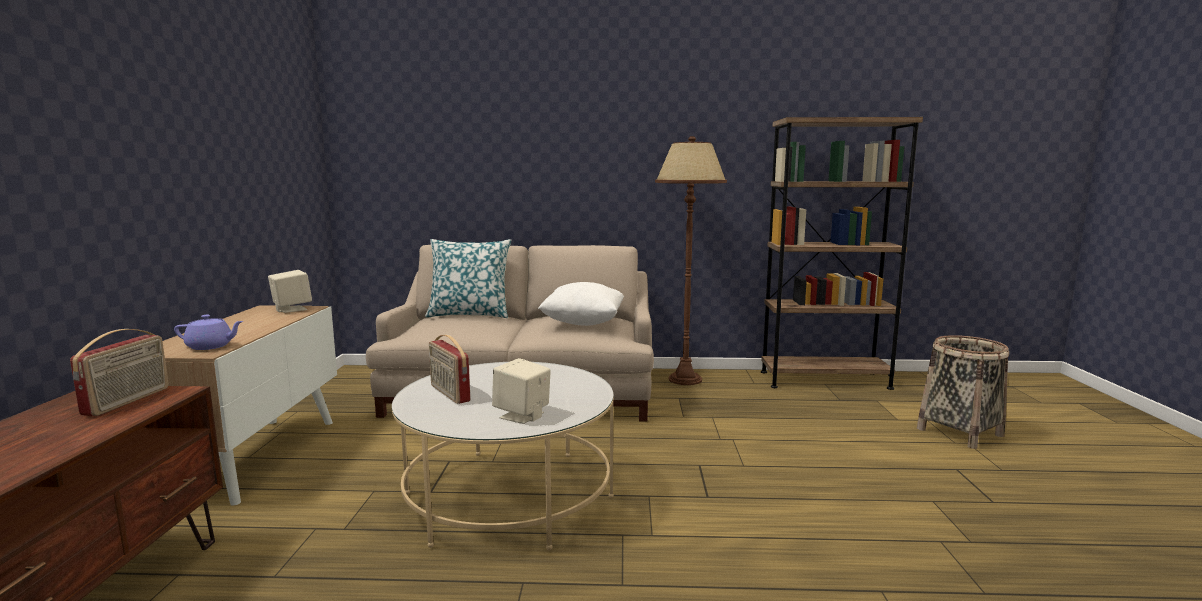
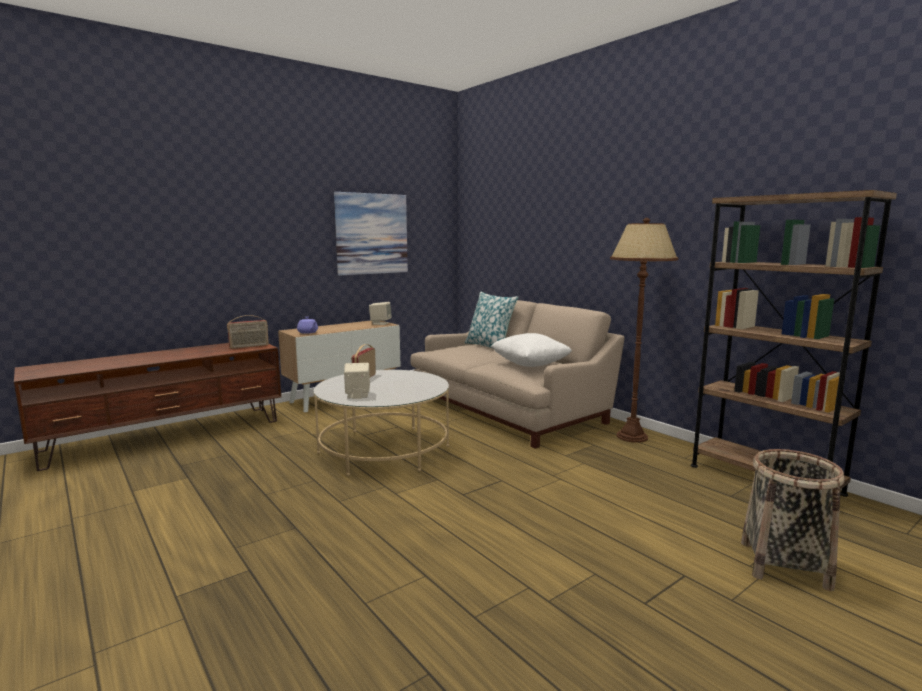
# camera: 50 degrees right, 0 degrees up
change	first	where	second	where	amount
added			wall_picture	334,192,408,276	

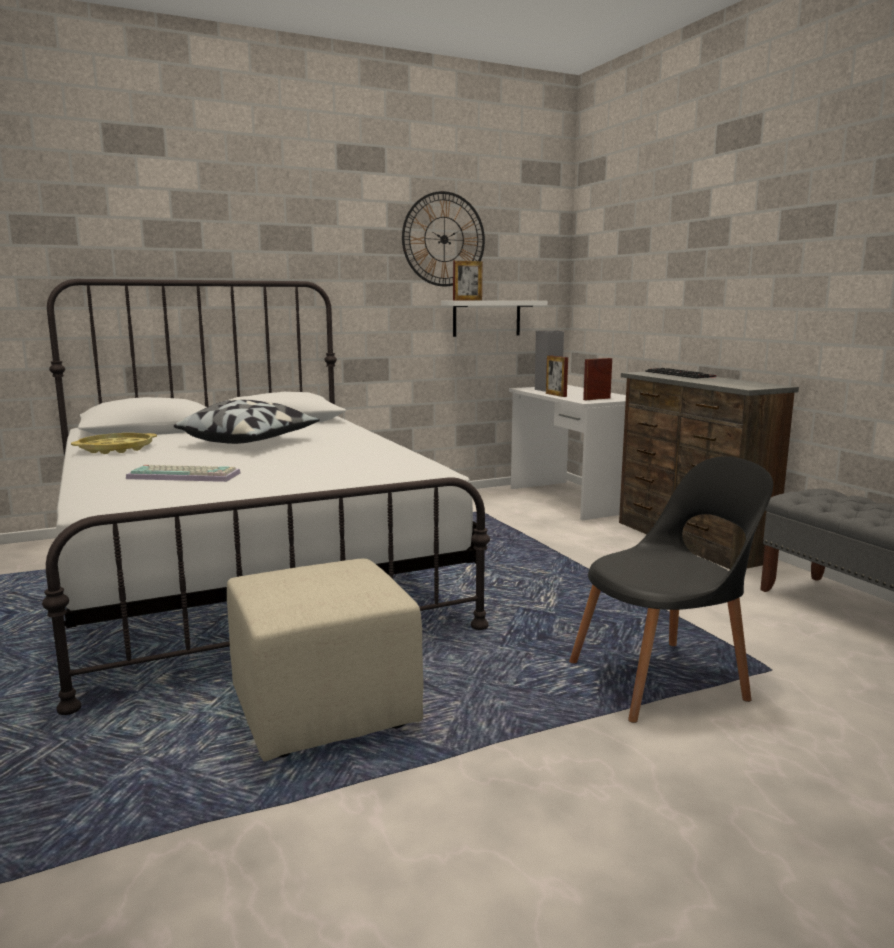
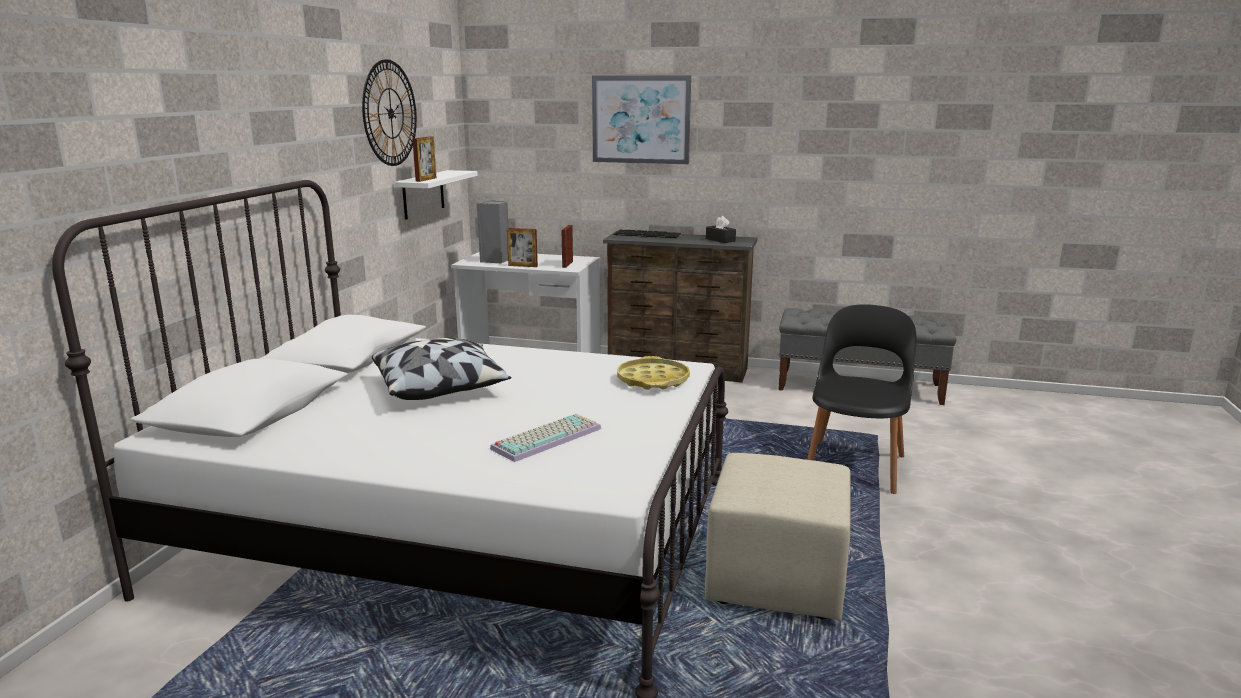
# camera: 50 degrees left, 5 degrees up
change	first	where	second	where	amount
moved	yellow_serving_tray	71,433,157,454		617,356,690,390	
added			wall_picture	592,75,691,164	
added			black_box_of_tissues	706,216,736,243	

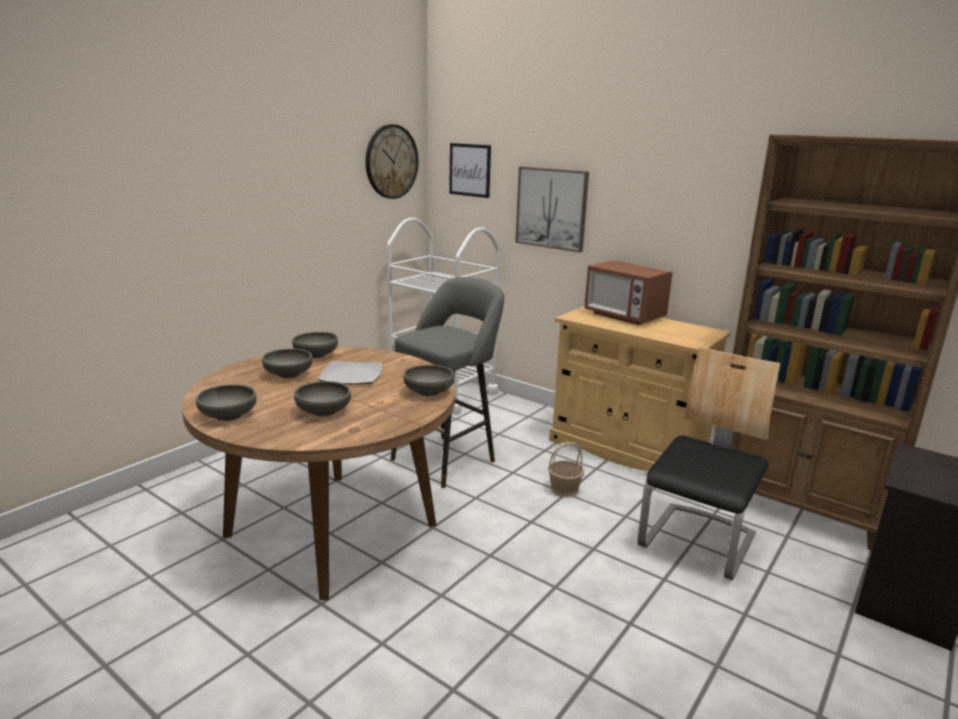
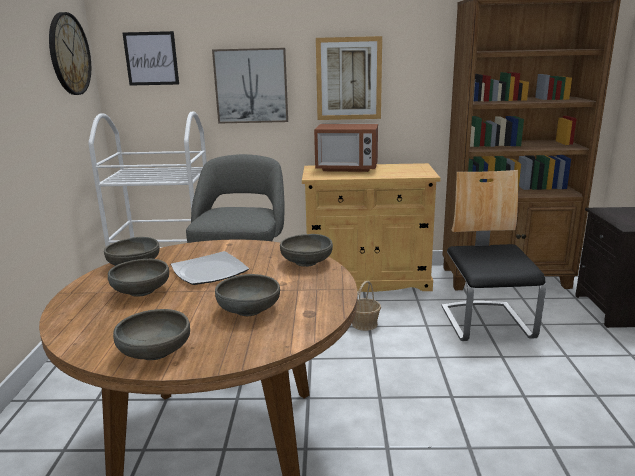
# camera: 35 degrees left, 0 degrees up
change	first	where	second	where	amount
added			wall_picture	316,36,382,120	

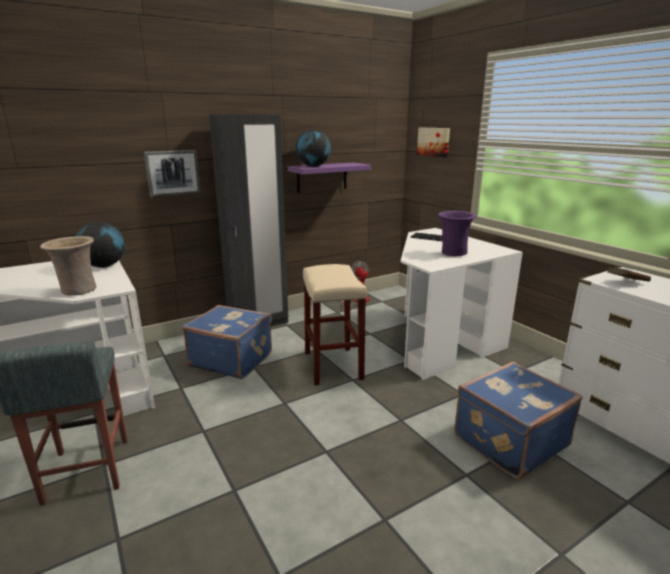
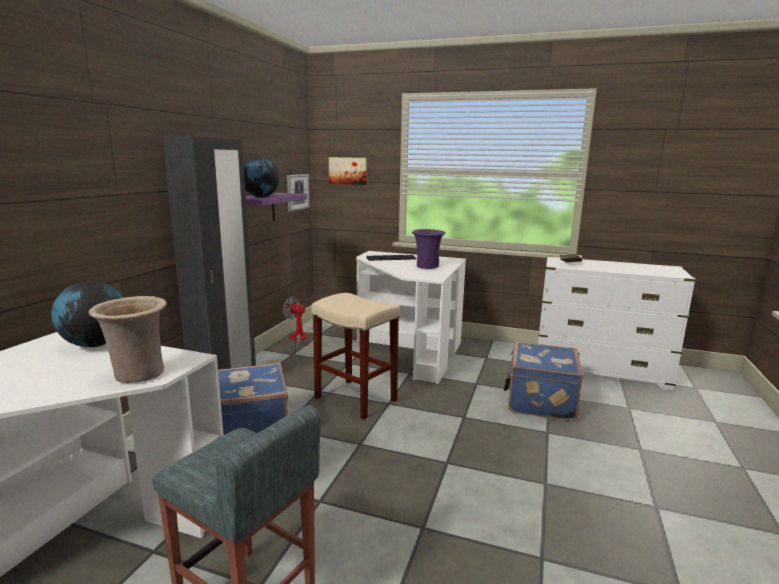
# camera: 40 degrees left, 5 degrees down
change	first	where	second	where	amount
moved	wall_picture	144,150,201,197		287,174,310,212	

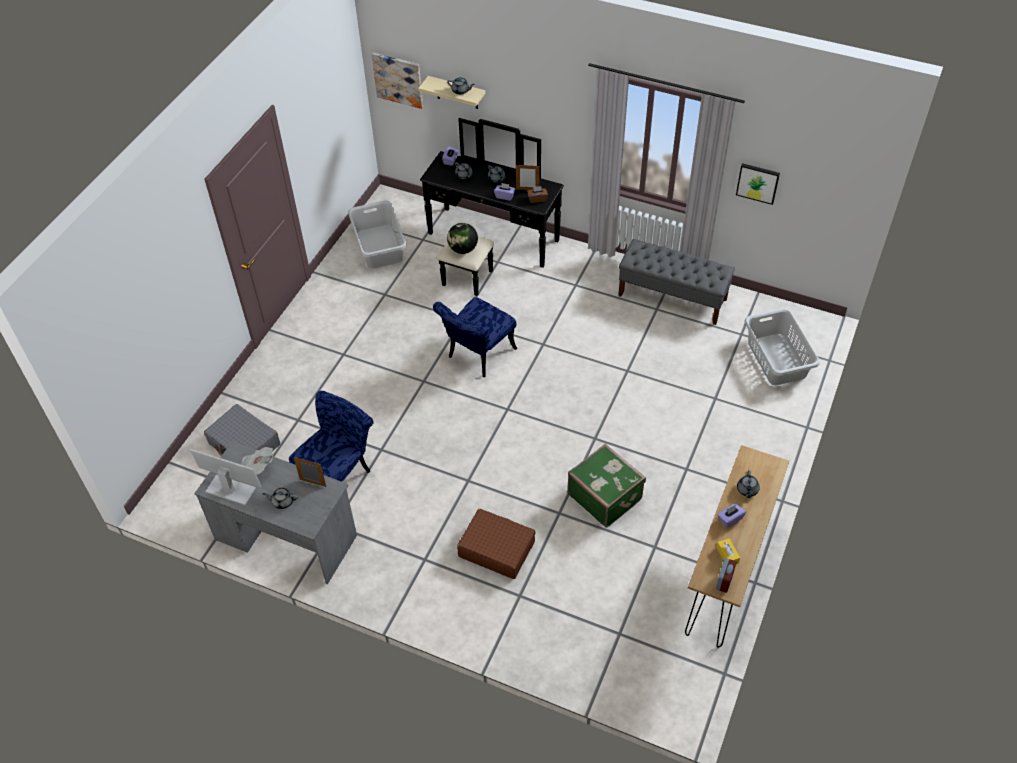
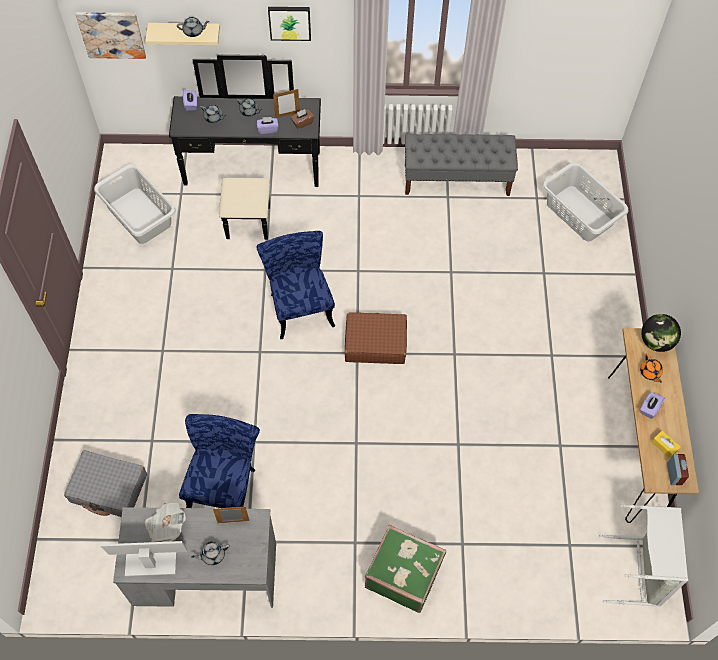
# camera: 25 degrees left, 10 degrees up
change	first	where	second	where	amount
turned	blue_chair	433,297,517,377		256,231,335,339	150 degrees clockwise
moved	globe	447,223,478,254		641,314,681,352	
moved	brownish_travel_case	457,509,536,579		345,312,407,364	
moved	green_travel_case	567,444,646,528		365,525,446,613	
moved	wall_picture	736,163,780,205		268,7,311,41	
recoloured	greyish_pot_for_tea	737,470,760,498	orange_pot_for_tea	640,353,663,383	
added			greyish_laundry_basket	599,505,688,606	

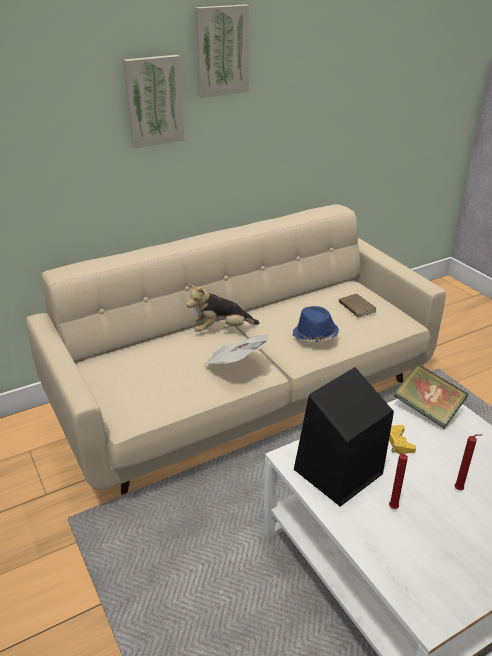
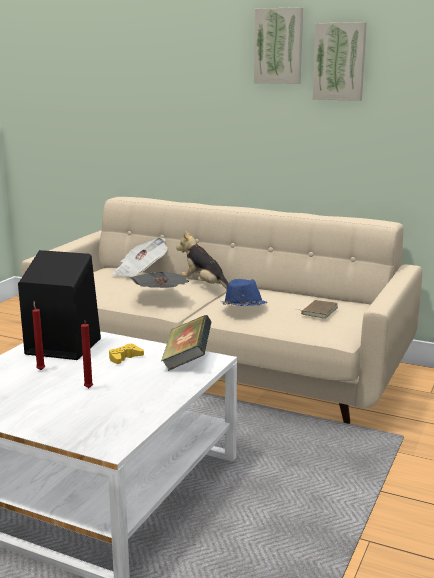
# camera: 55 degrees right, 15 degrees down
change	first	where	second	where	amount
moved	wall_picture	123,55,185,148		313,22,367,101	
added			printed_paper	112,238,167,277	

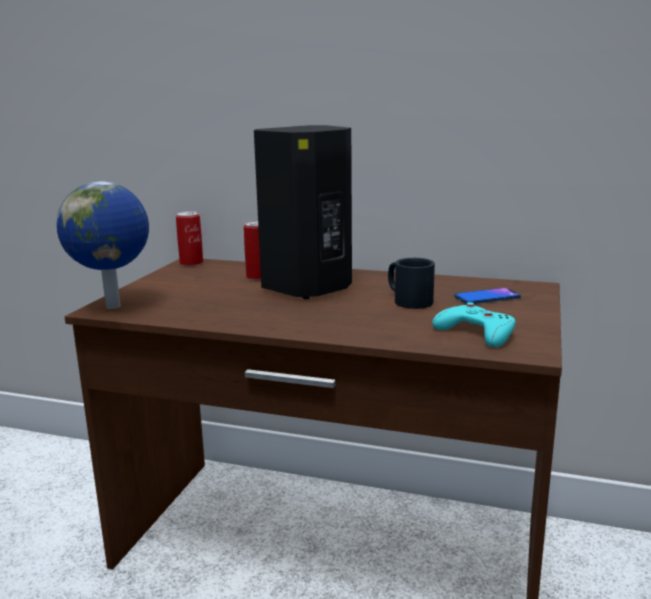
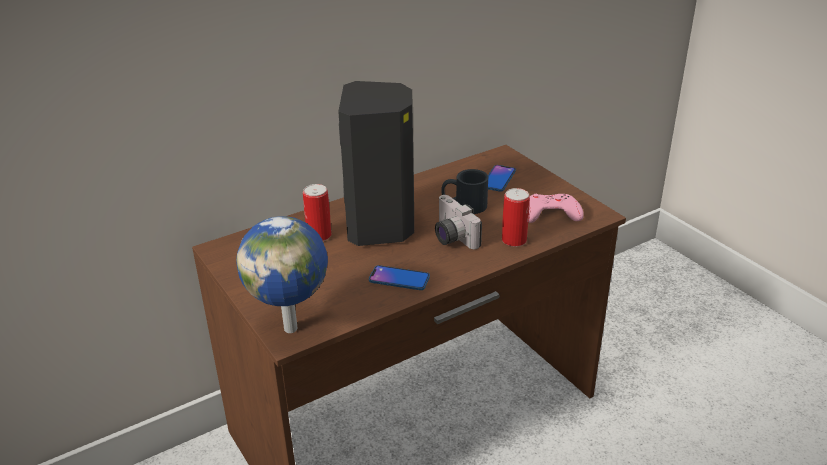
# camera: 50 degrees left, 15 degrees up
change	first	where	second	where	amount
moved	can	176,211,203,266		502,188,530,247	
recoloured	turquoise-coloured_gamepad	432,302,516,347	pink_gamepad	528,194,584,223	
added			handset	369,265,430,290	
added			still_camera	435,195,482,249	

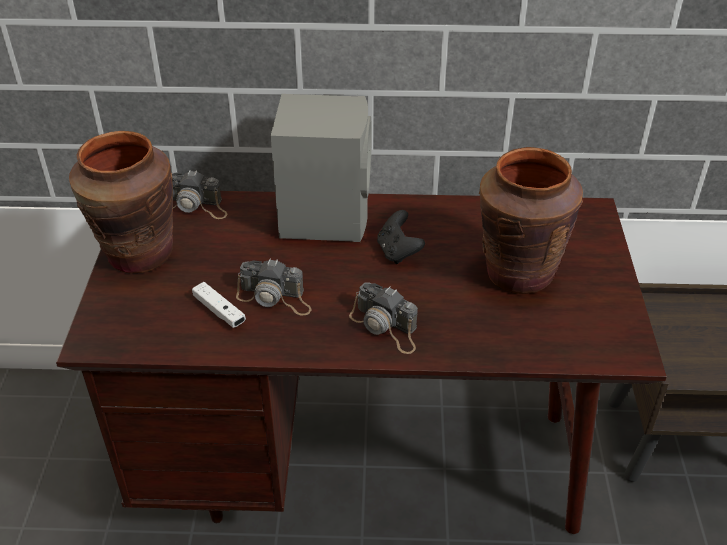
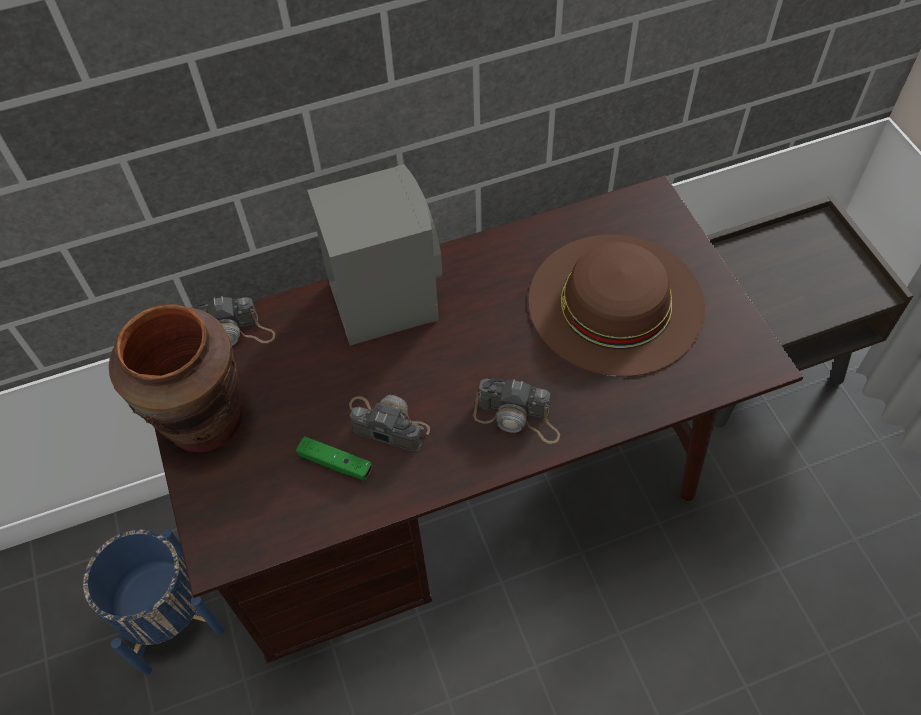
# camera: 20 degrees left, 15 degrees up
change	first	where	second	where	amount
recoloured	white_gamepad	192,282,246,328	green_gamepad	296,436,372,481	
turned	still_camera	236,259,312,316		349,395,430,452	150 degrees counterclockwise
removed	black_gamepad	377,210,425,264			
replaced	brownish_vase	479,147,583,294	brownish_hat	529,235,705,377	
added			blue_plant_pot	83,528,225,675	

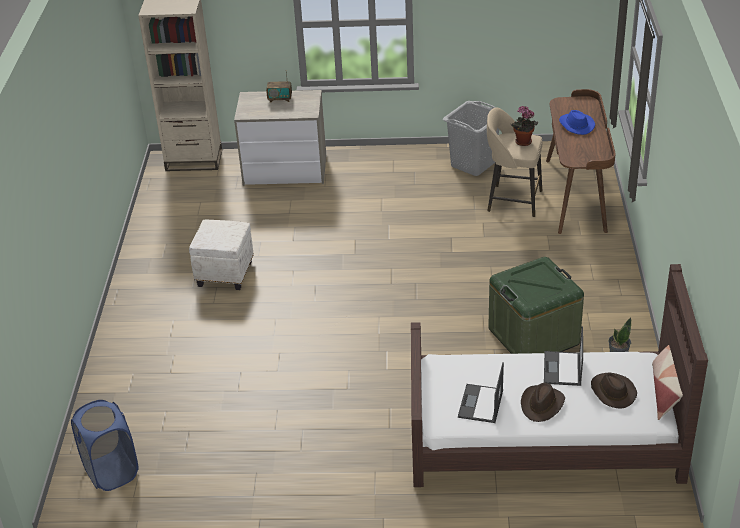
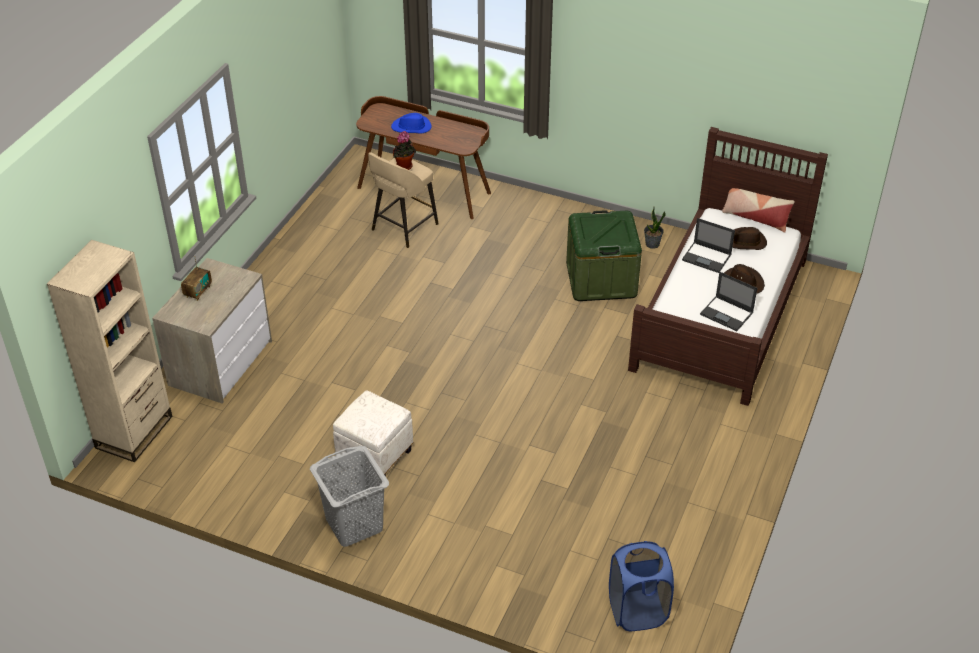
# camera: 70 degrees left, 5 degrees up
change	first	where	second	where	amount
moved	greyish_laundry_basket	443,101,499,176		310,446,389,547	

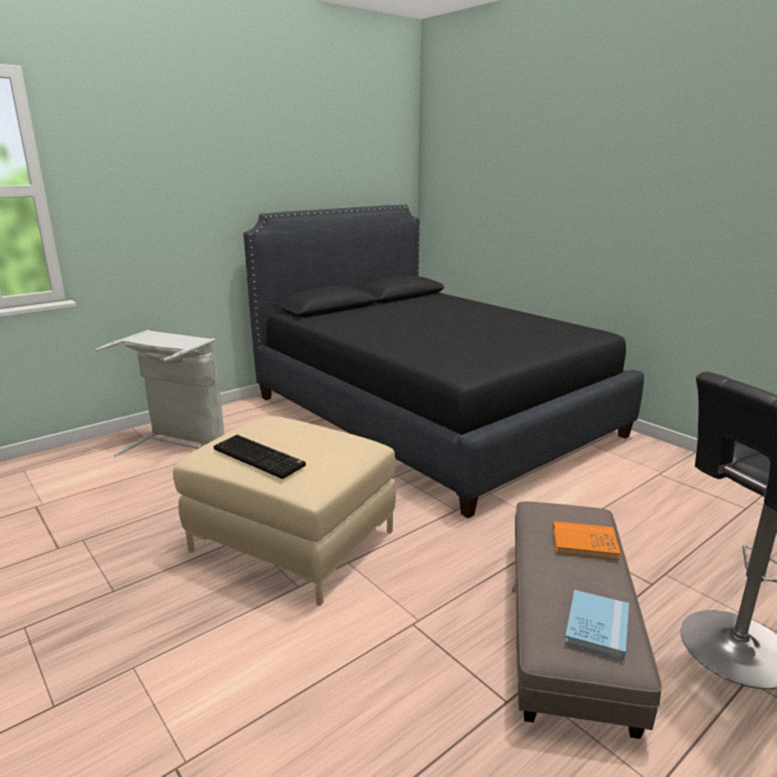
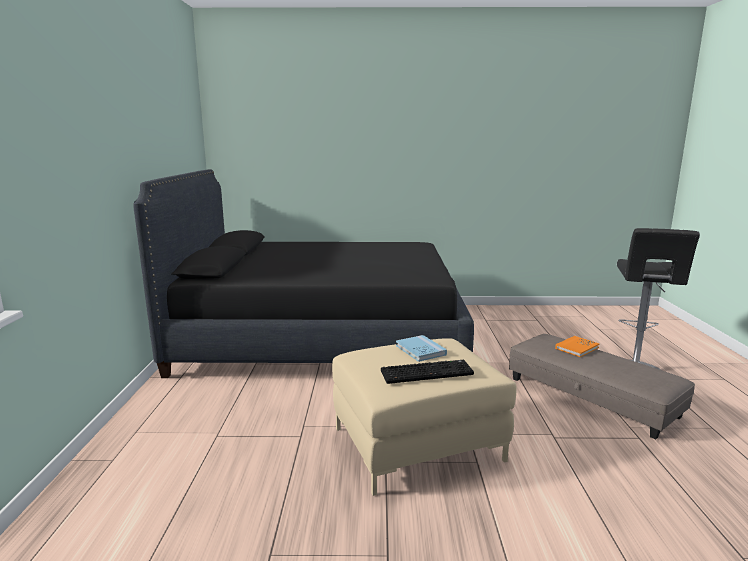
# camera: 50 degrees left, 5 degrees down
change	first	where	second	where	amount
removed	greyish_laundry_basket	95,330,225,456			
moved	blue_bound_book	564,590,629,660		396,335,447,362	

